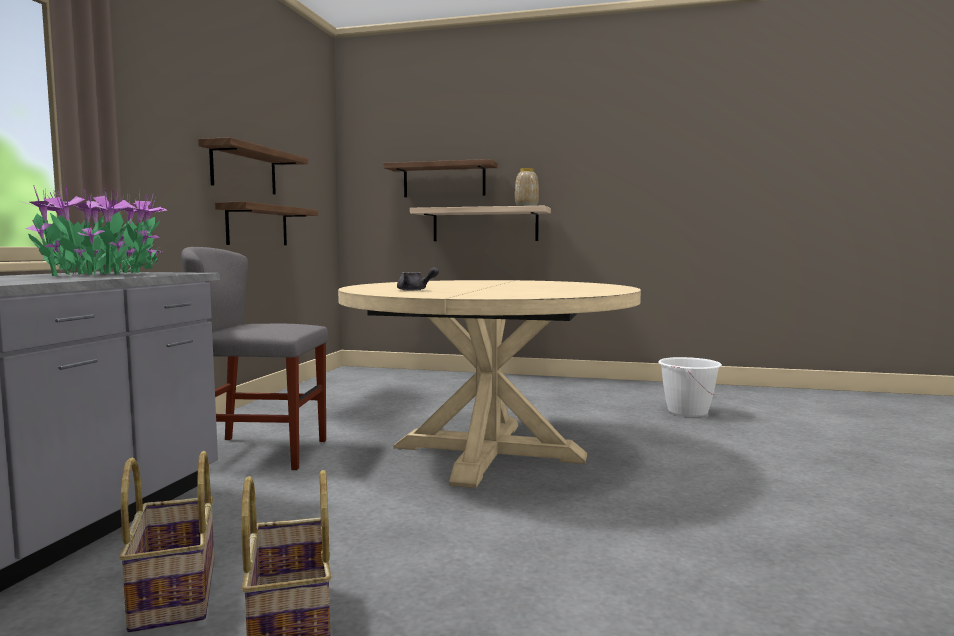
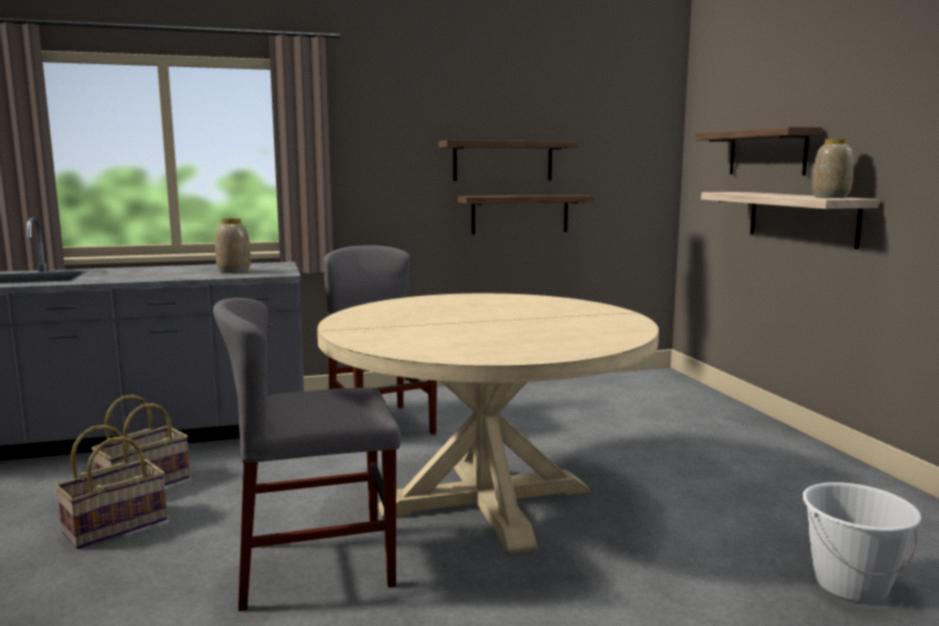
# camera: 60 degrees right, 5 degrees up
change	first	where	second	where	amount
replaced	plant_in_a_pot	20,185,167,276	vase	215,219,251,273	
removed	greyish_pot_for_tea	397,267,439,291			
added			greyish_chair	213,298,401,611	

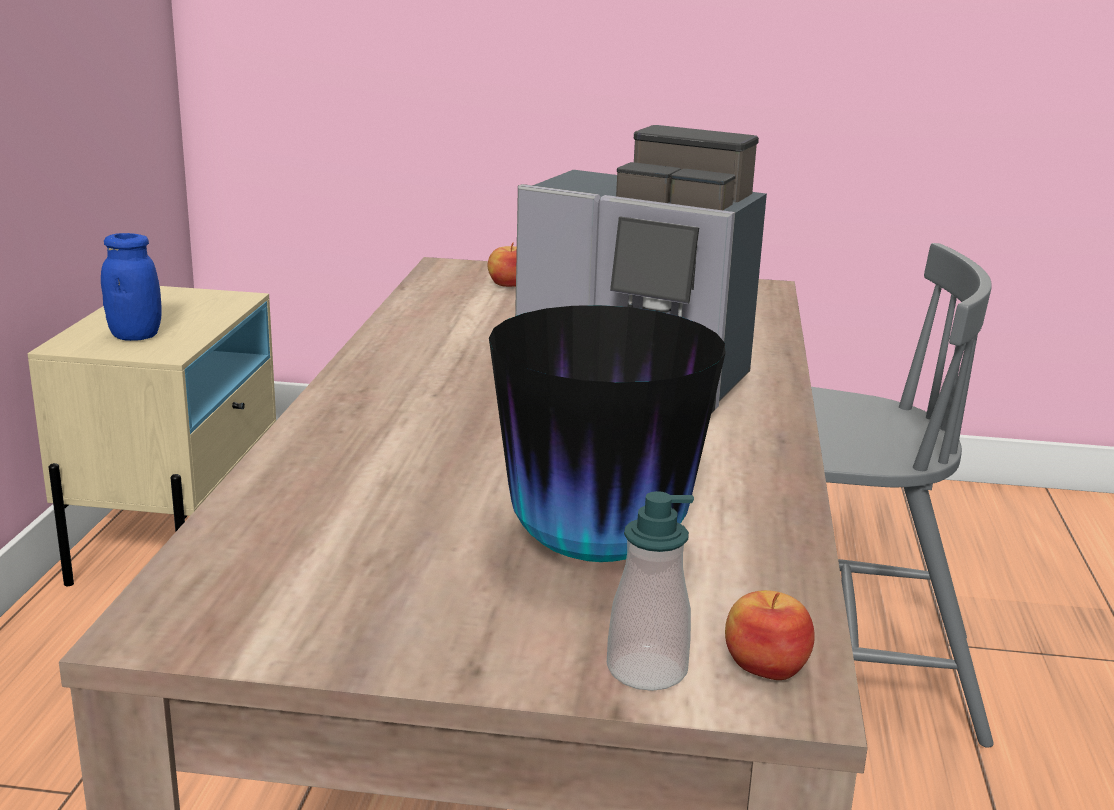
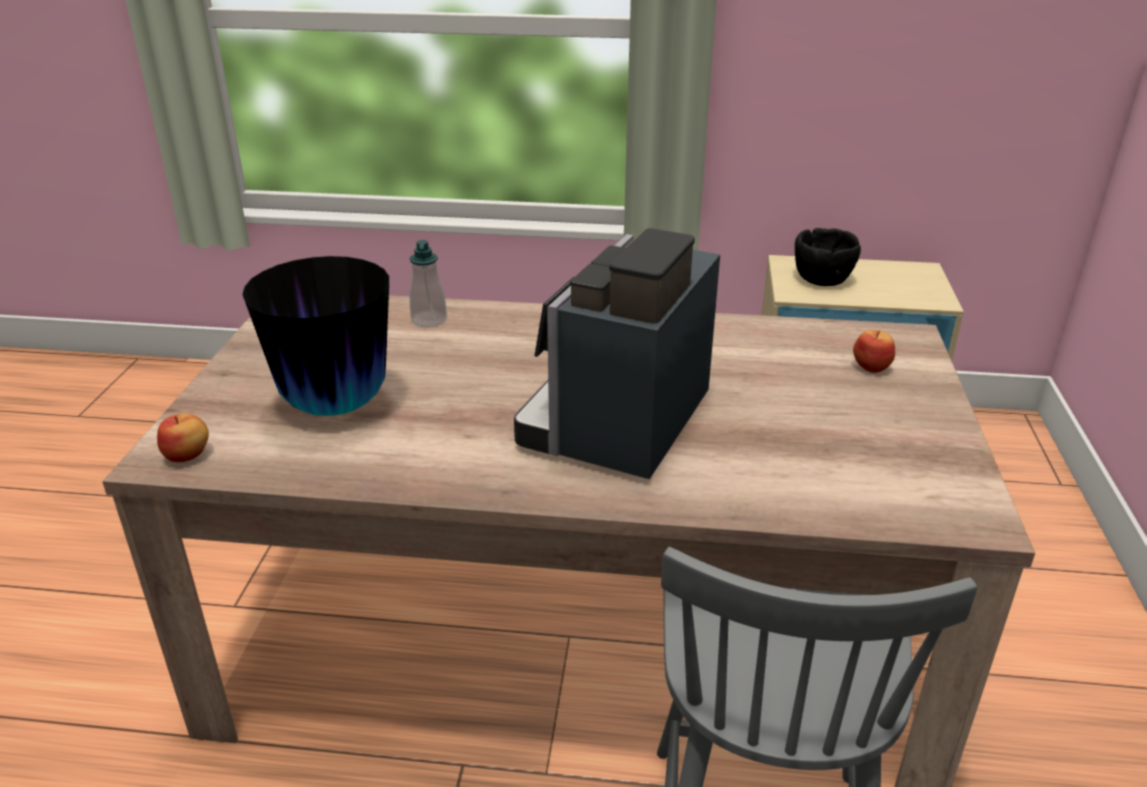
# camera: 90 degrees right, 10 degrees up
change	first	where	second	where	amount
replaced	blue_storage_jar	101,233,162,341	black_deep_dish	795,228,861,286	
moved	soap_bottle	607,491,694,691		409,240,447,327	

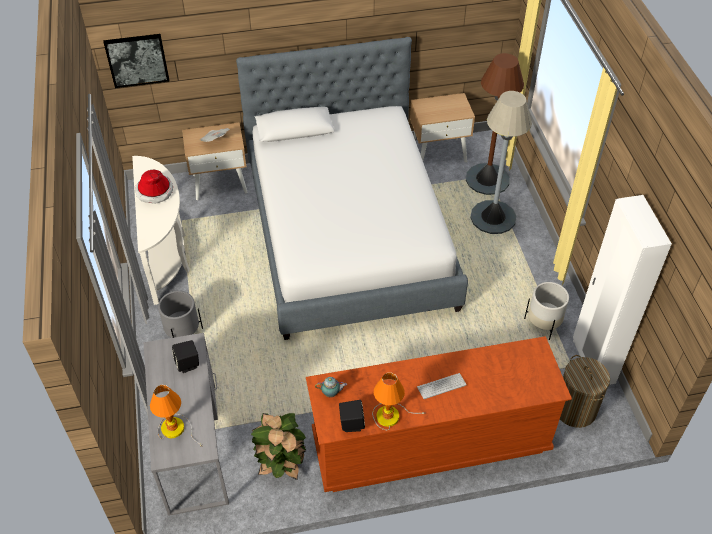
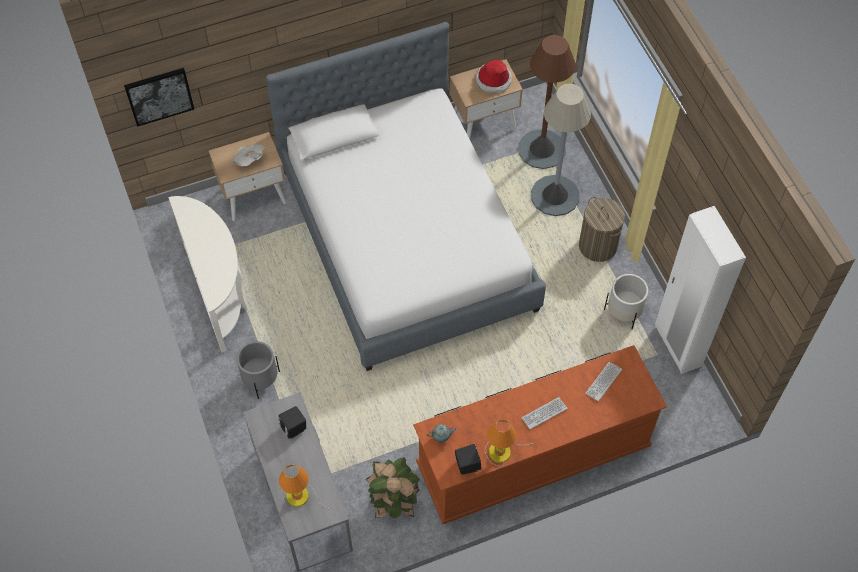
# camera: 10 degrees left, 10 degrees up
change	first	where	second	where	amount
moved	hat	135,170,173,204		475,60,512,93	
moved	laundry_basket	560,355,610,428		579,197,625,262	
added			computer_keyboard	585,362,622,401	

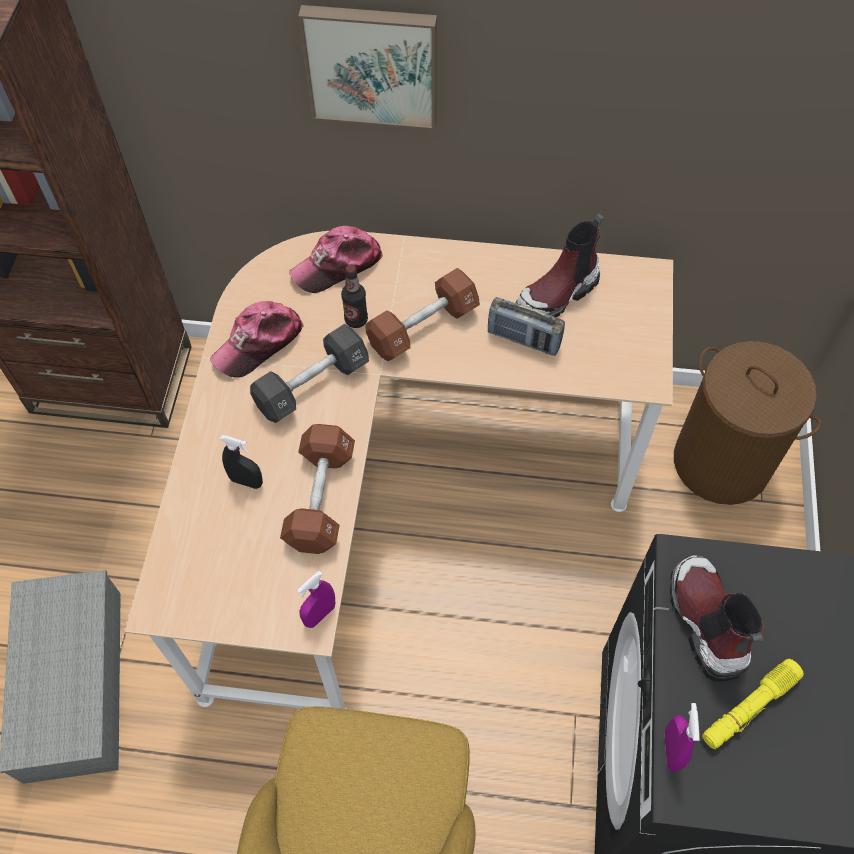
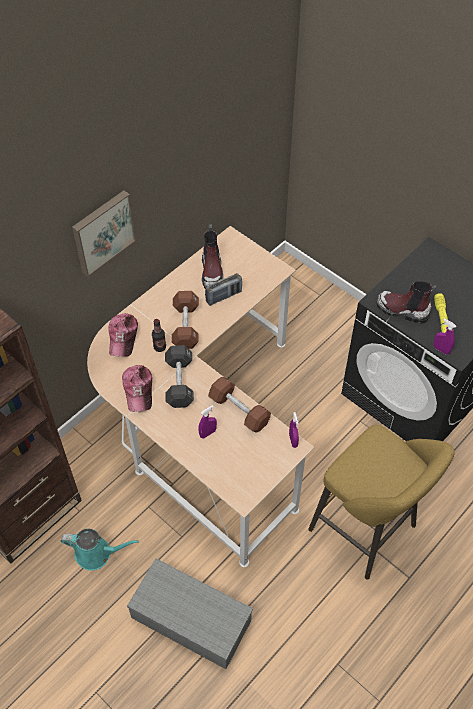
# camera: 55 degrees left, 5 degrees down
change	first	where	second	where	amount
recoloured	black_sprayer	220,435,263,489	purple-coloured_sprayer	198,405,217,439	
removed	brownish_laundry_basket	674,341,821,505			
added			turquoise-coloured_sprinkling_can	61,529,139,571	

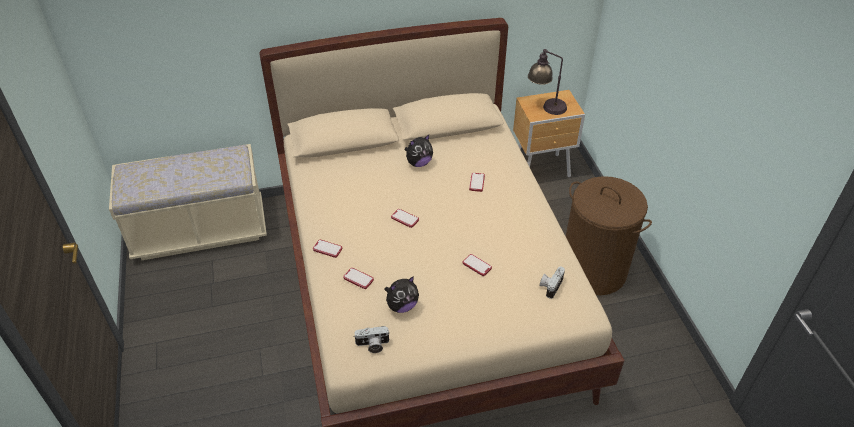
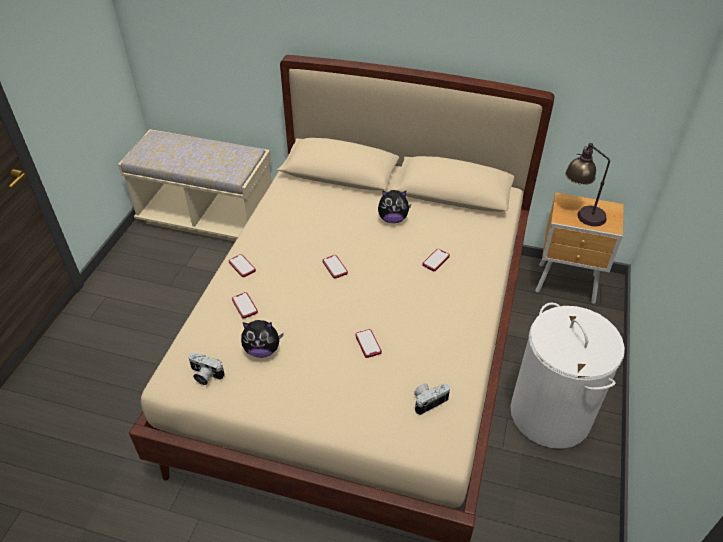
# camera: 30 degrees right, 0 degrees up
change	first	where	second	where	amount
recoloured	brownish_laundry_basket	566,176,652,295	white_laundry_basket	510,303,625,449	

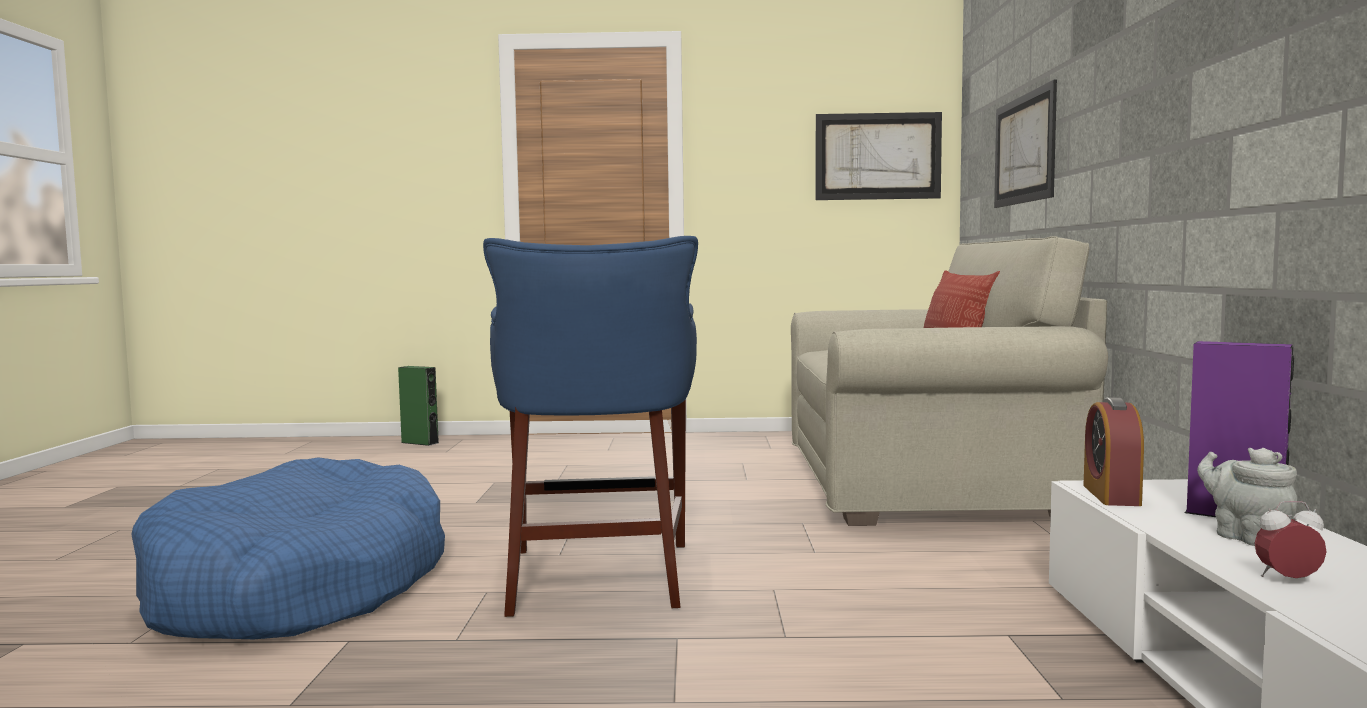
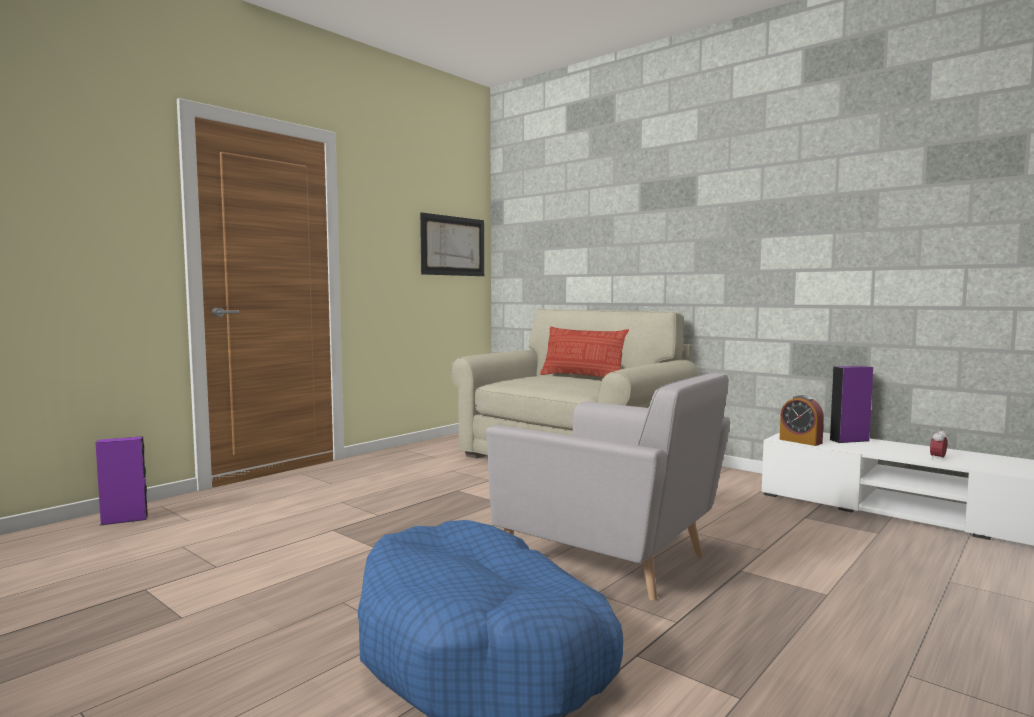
# camera: 50 degrees left, 0 degrees up
change	first	where	second	where	amount
recoloured	green_audio_speaker	398,366,439,446	purple-coloured_audio_speaker	96,436,148,525	
replaced	blue_sitting_stool	483,236,698,617	greyish_easy_chair	486,373,730,601	
removed	wall_picture	994,80,1057,208			
removed	greyish_pot_for_tea	1197,448,1297,546			

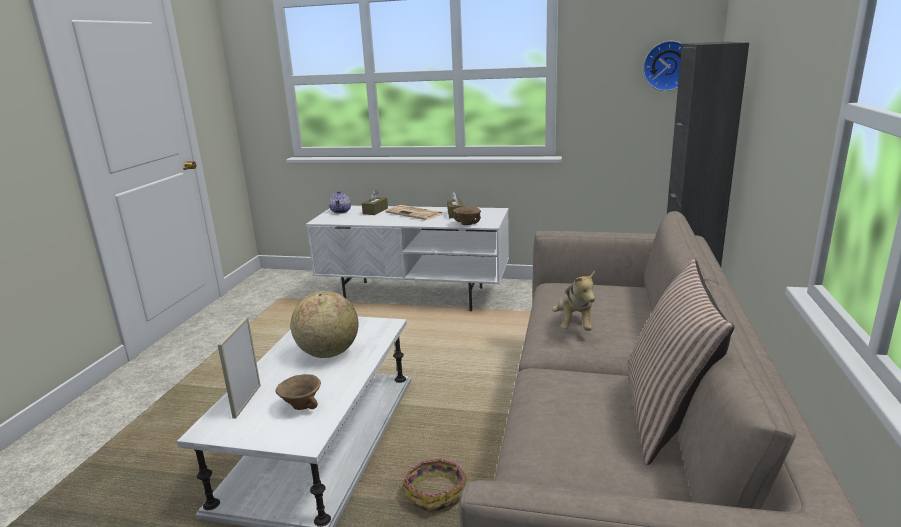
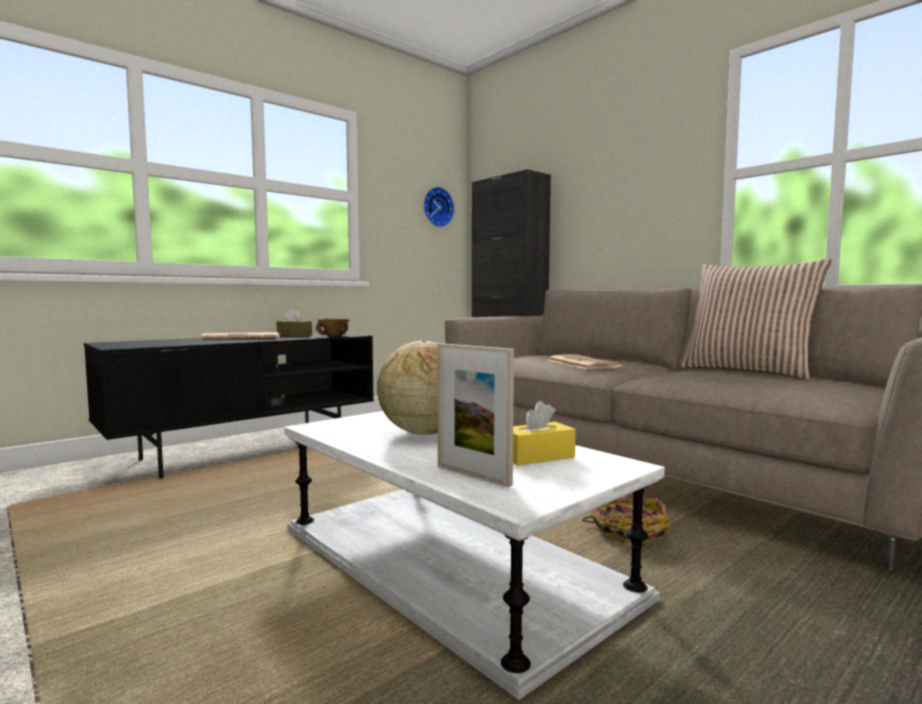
# camera: 55 degrees left, 15 degrees down
change	first	where	second	where	amount
replaced	brownish_deep_dish	276,374,321,410	yellow_box_of_tissues	513,401,576,466	
recoloured	white_tv_stand	306,206,509,311	black_tv_stand	84,333,374,479	
removed	pot_for_tea	329,191,351,214			
removed	brownish_box_of_tissues	362,189,388,215			
replaced	plush_toy	552,271,595,331	printed_paper	547,354,623,369	

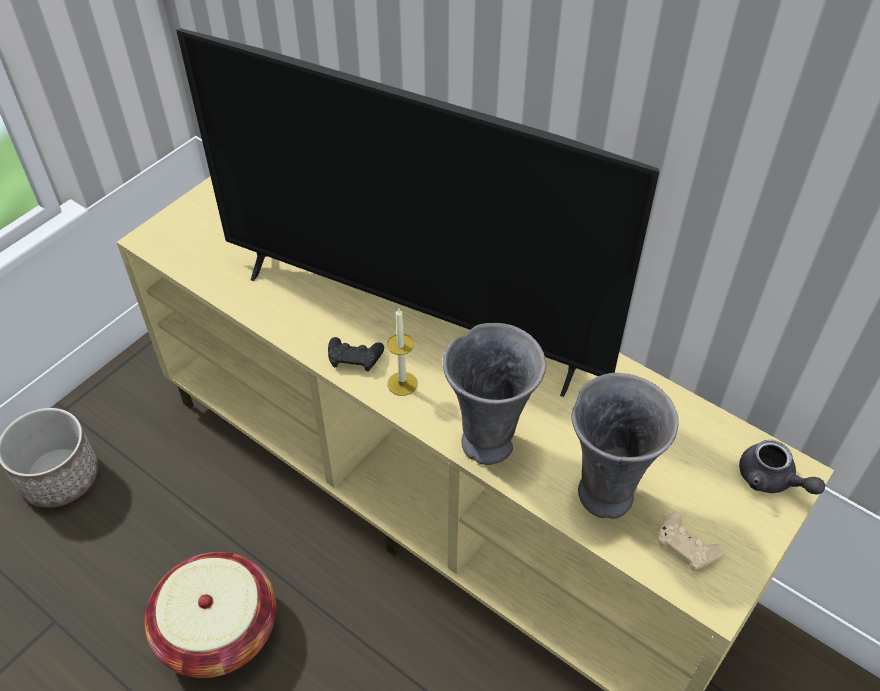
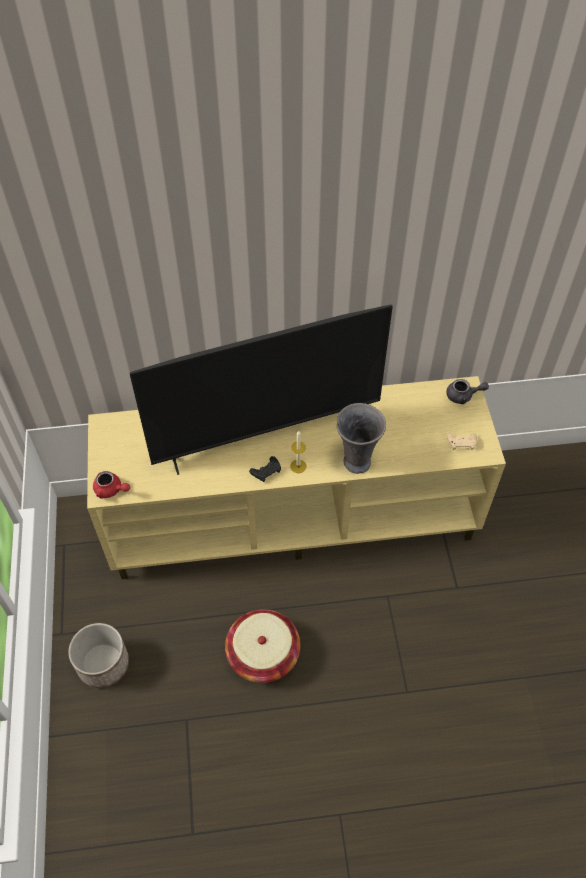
# camera: 45 degrees left, 5 degrees up
change	first	where	second	where	amount
removed	greyish_vase	571,373,679,519			
added			red-coloured_pot_for_tea	93,471,130,499	

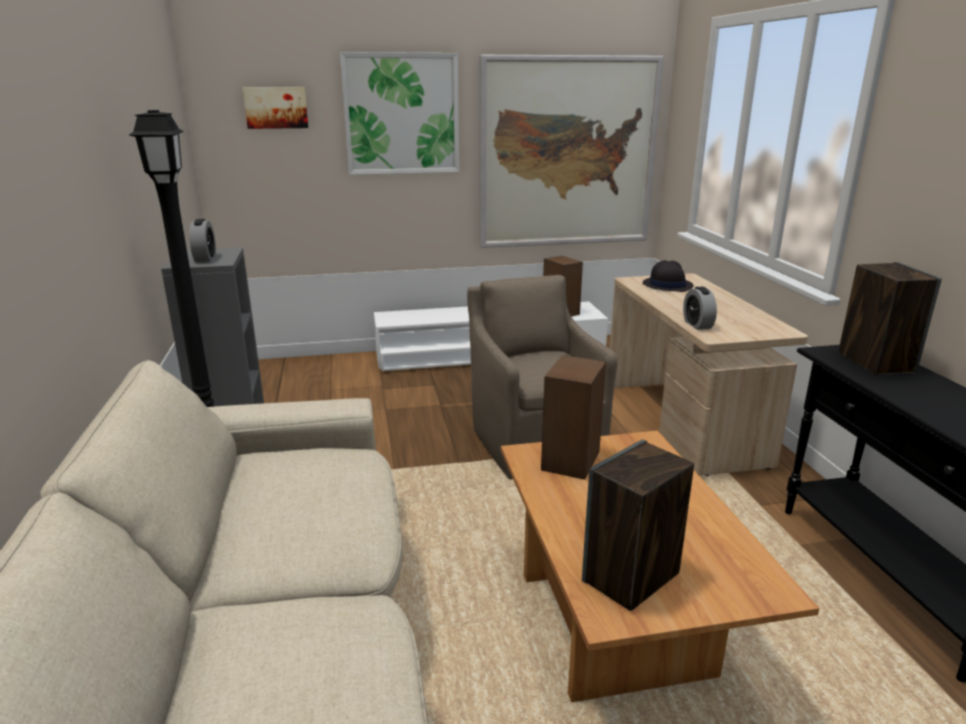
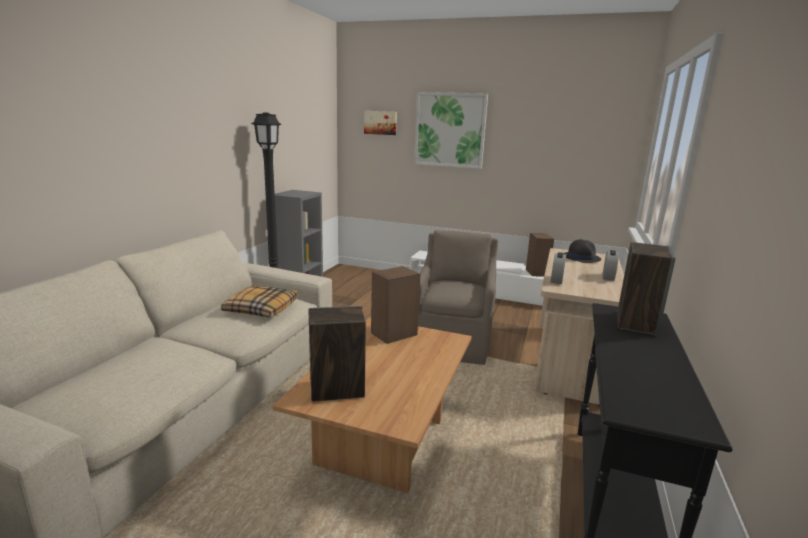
# camera: 30 degrees right, 5 degrees down
change	first	where	second	where	amount
moved	bedside_clock	189,219,216,262		603,250,619,281	
removed	wall_picture	479,55,664,248			
added			cushion	221,286,297,318	

